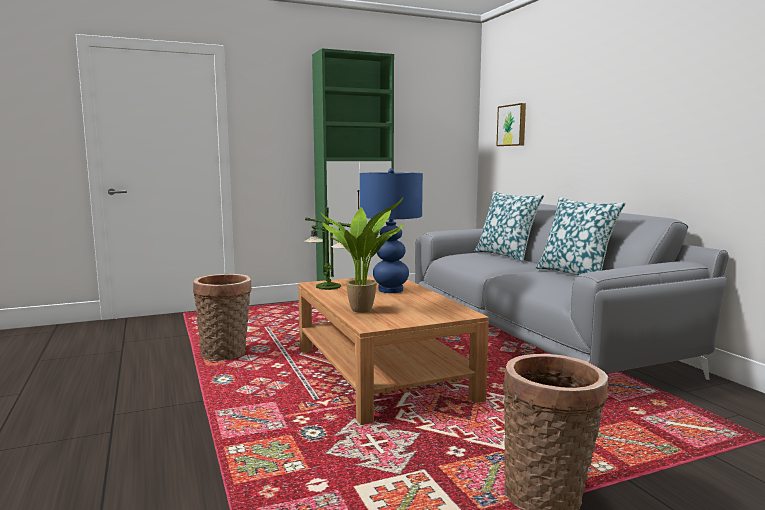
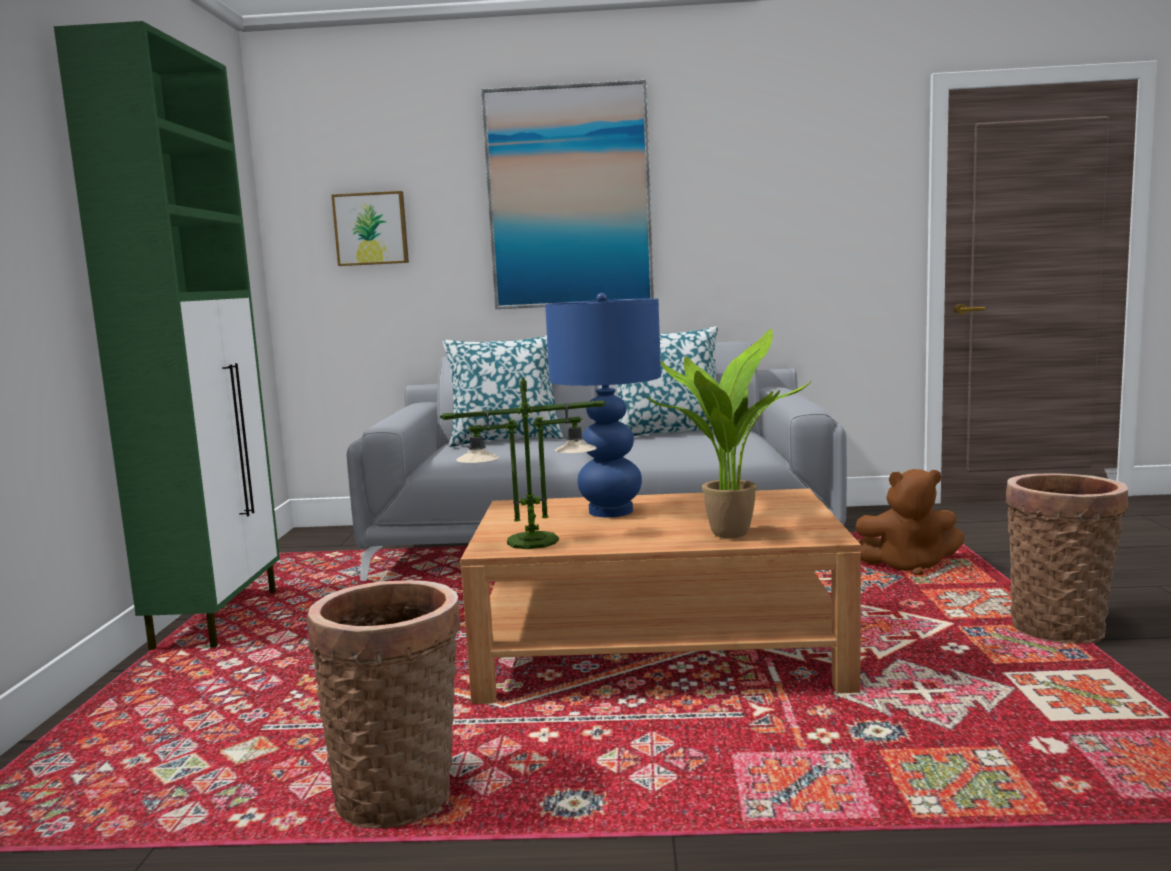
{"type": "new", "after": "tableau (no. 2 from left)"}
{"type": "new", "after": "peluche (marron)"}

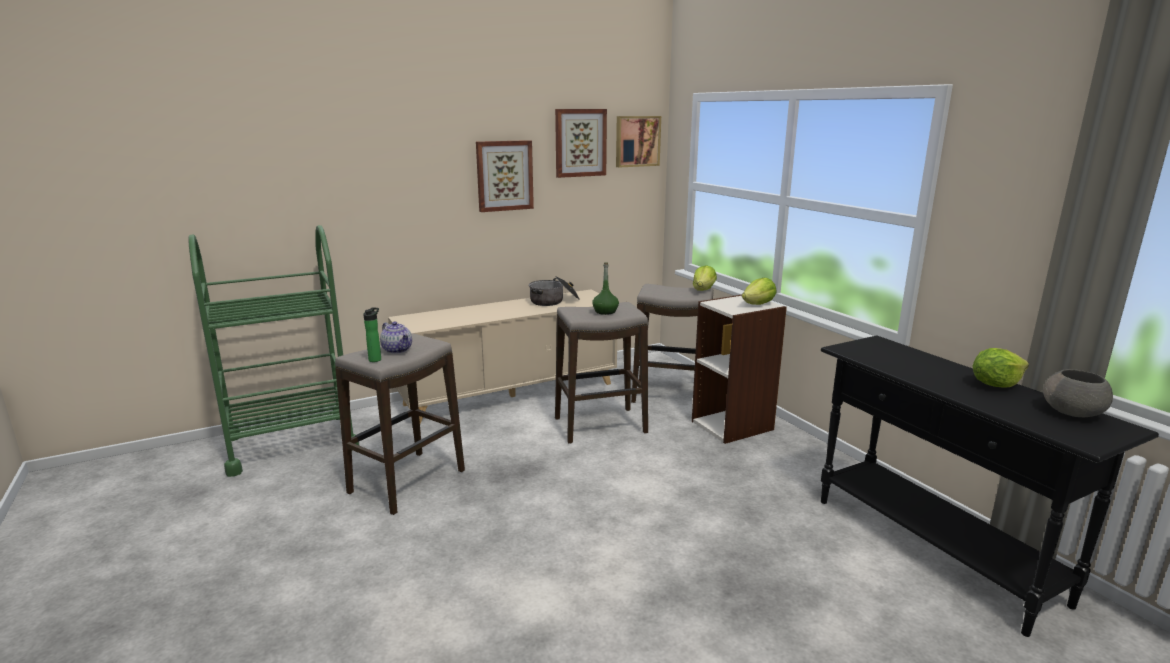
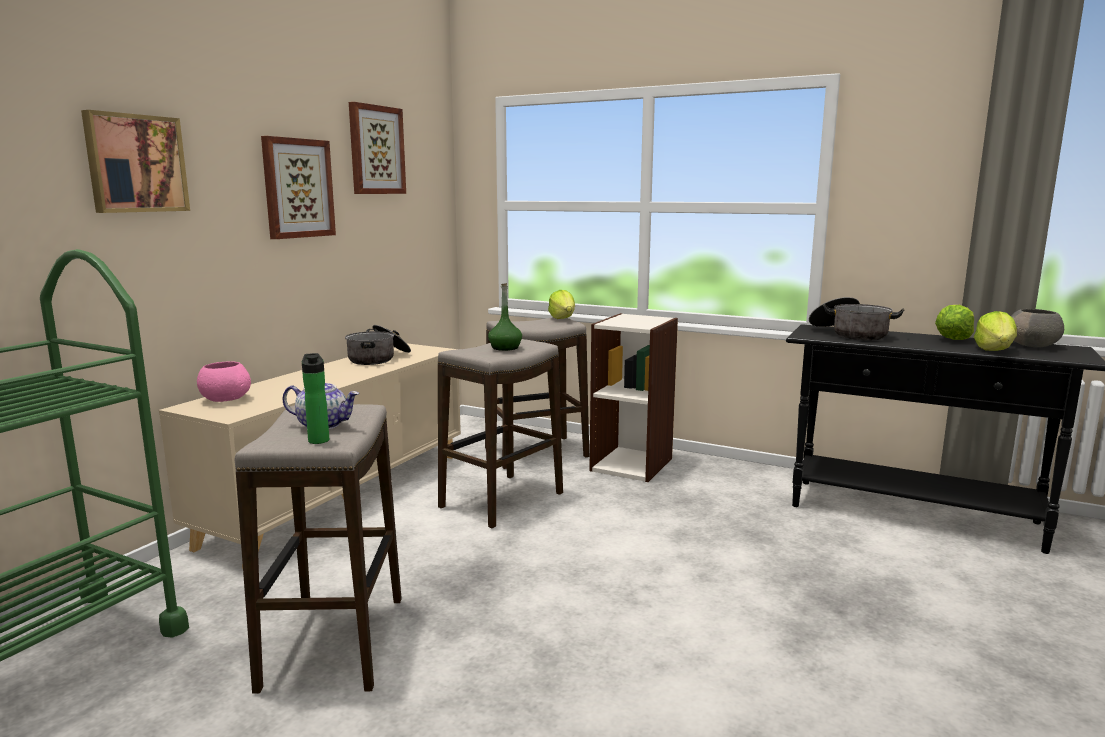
{"type": "new", "after": "bol (rose)"}
{"type": "new", "after": "marmite (no. 2 from left)"}
{"type": "shifted", "before": "tableau (no. 3 from left in the first image)", "after": "tableau (no. 1 from left)"}
{"type": "shifted", "before": "laitue (no. 2 from left in the first image)", "after": "laitue (no. 3 from left)"}

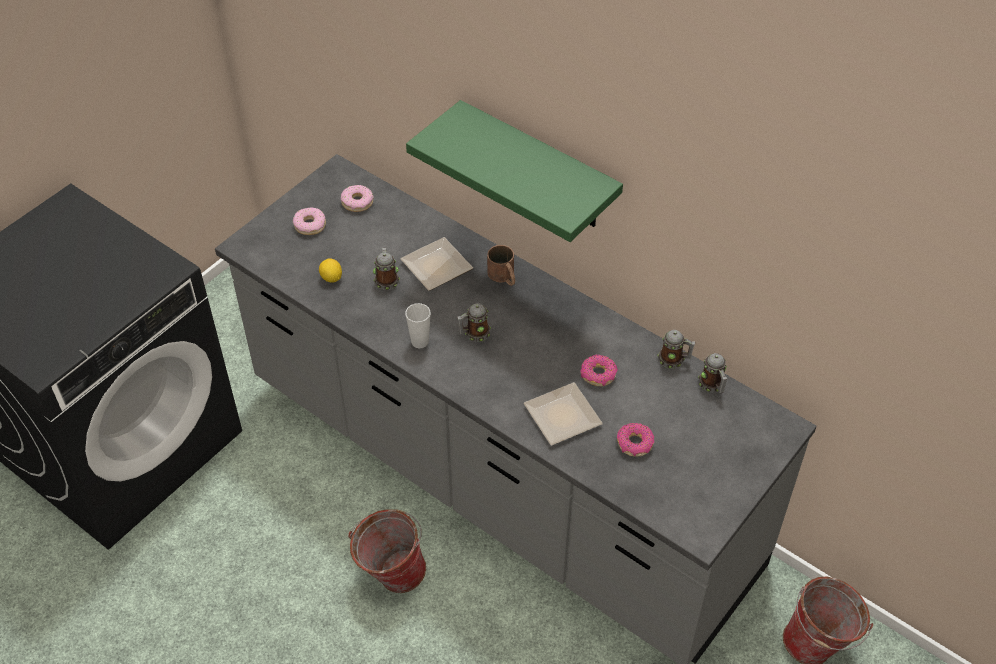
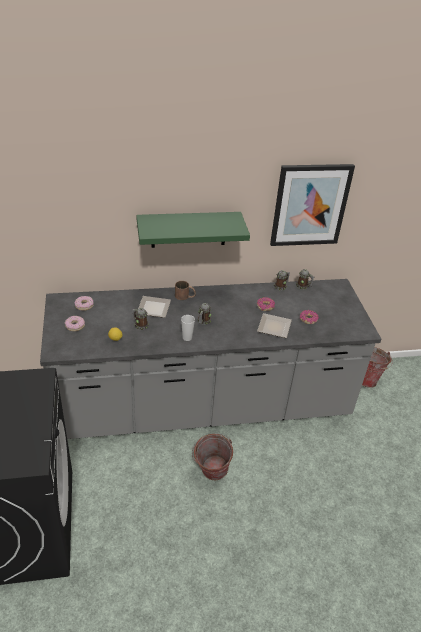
{"type": "new", "after": "tableau"}

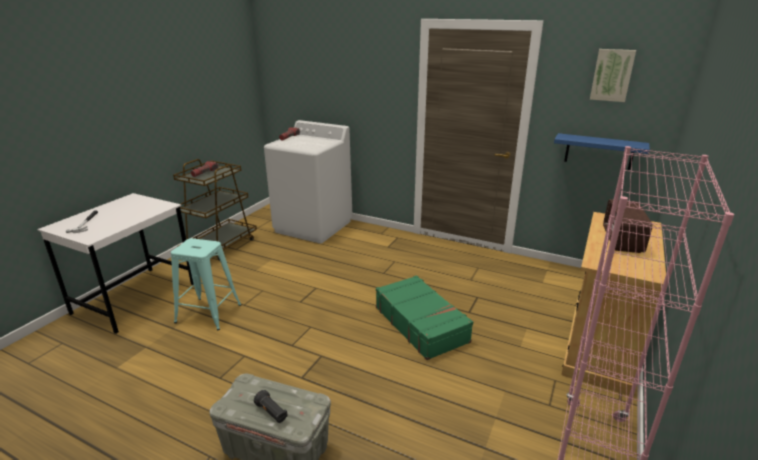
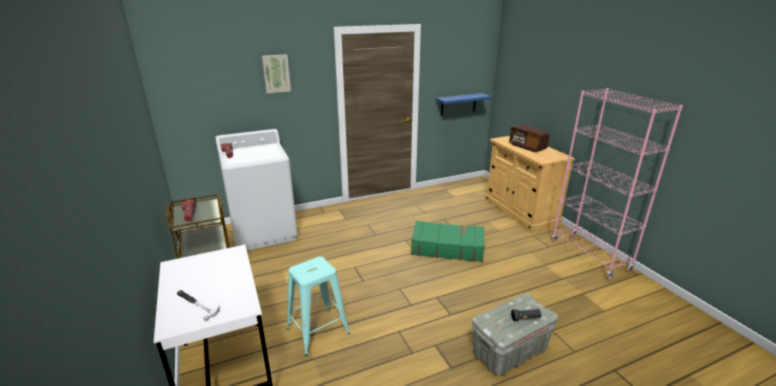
{"type": "shifted", "before": "tableau"}

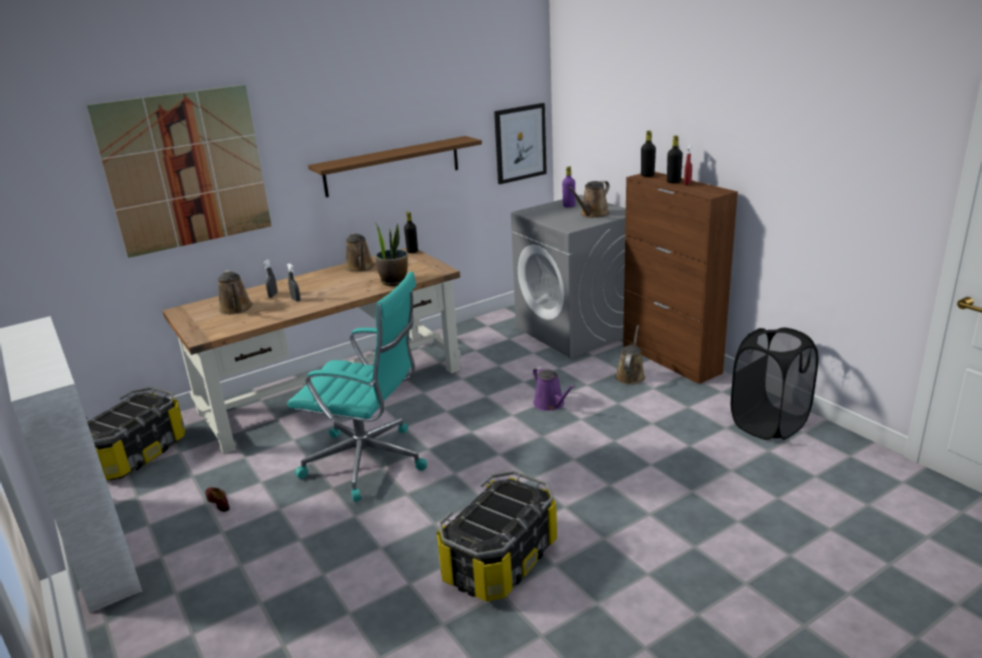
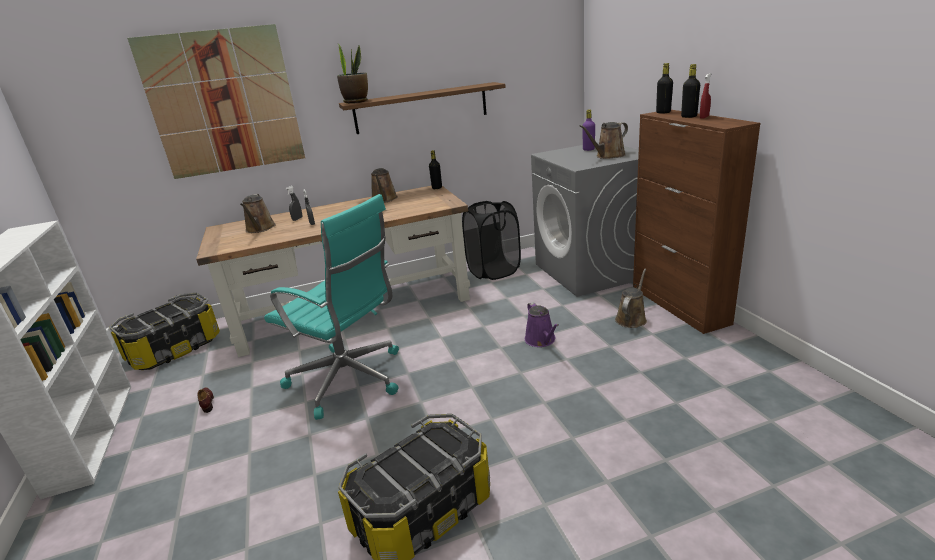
{"type": "gone", "before": "tableau (no. 2 from left)"}
{"type": "shifted", "before": "plante en pot"}
{"type": "shifted", "before": "panier à linge (noir)"}

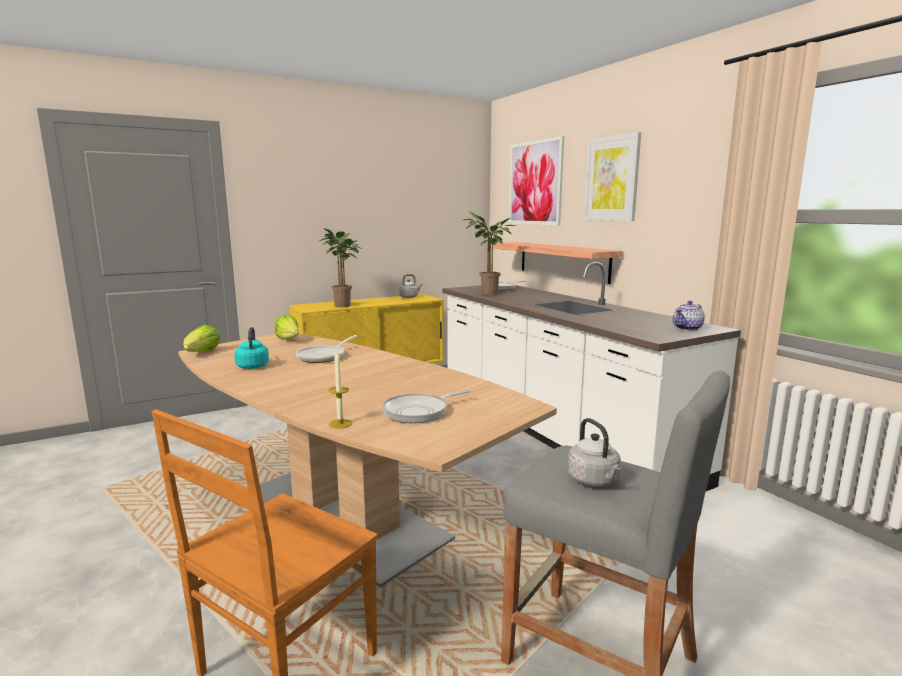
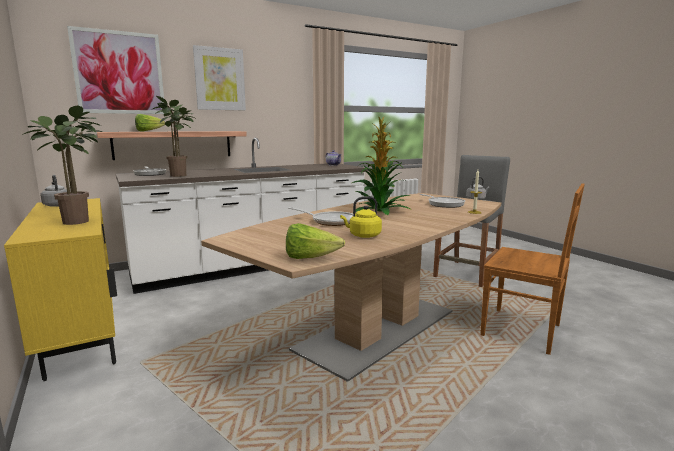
{"type": "new", "after": "plante en pot (no. 3 from left)"}
{"type": "shifted", "before": "laitue (no. 2 from left in the first image)", "after": "laitue (no. 1 from left)"}
{"type": "repainted", "before": "bouilloire (turquoise)", "after": "bouilloire (jaune)"}

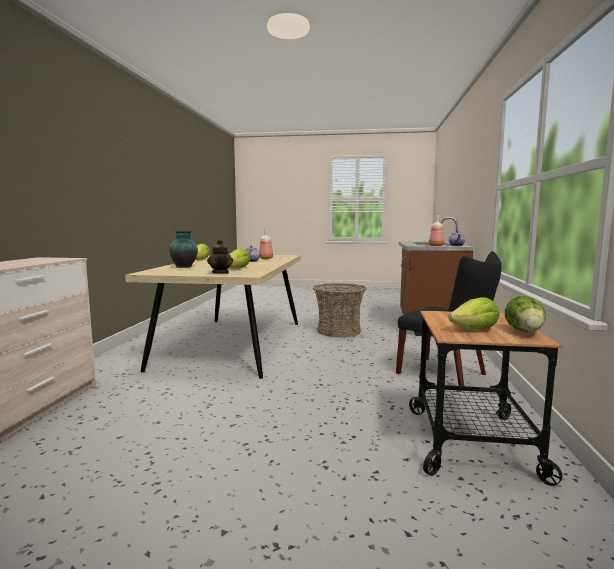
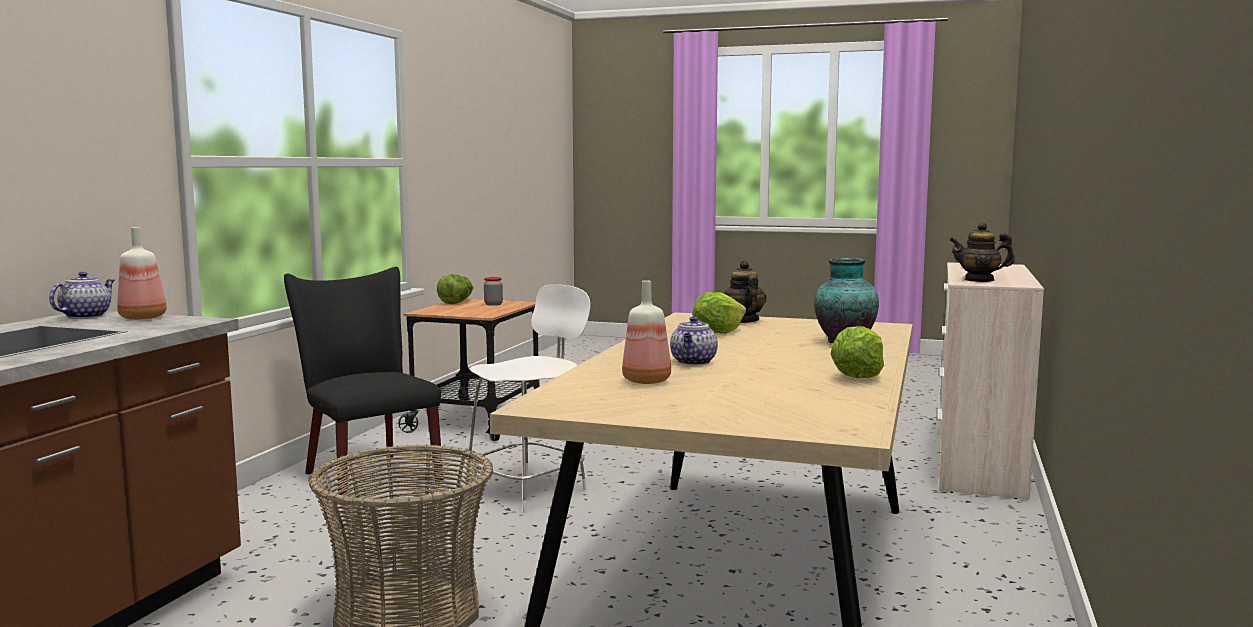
{"type": "new", "after": "chaise (blanc)"}
{"type": "new", "after": "théière (no. 4 from left)"}
{"type": "swapped", "before": "laitue (no. 3 from left)", "after": "bocal"}

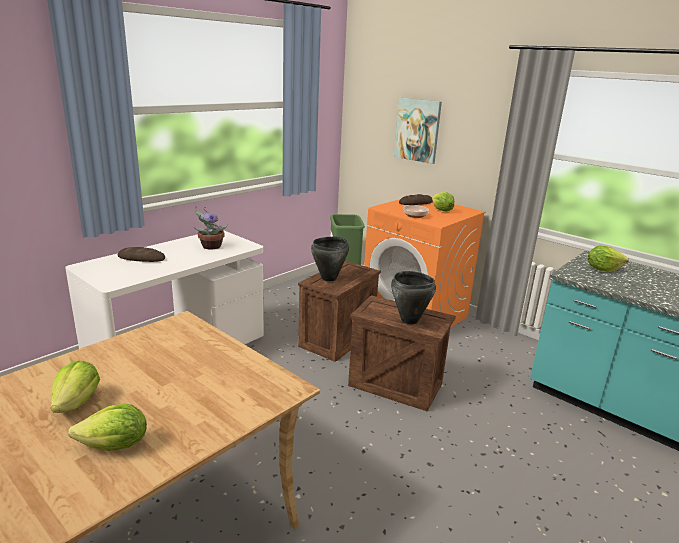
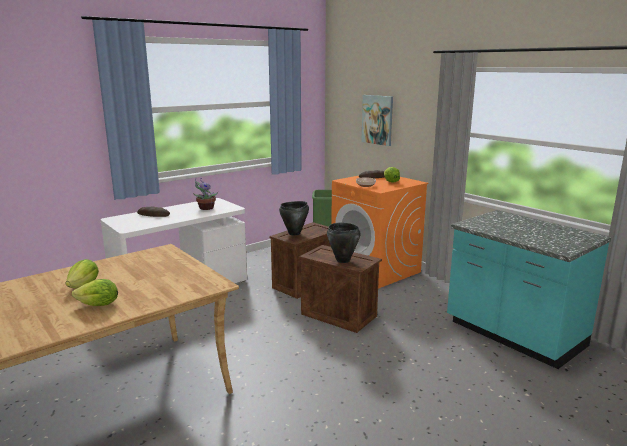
{"type": "gone", "before": "laitue (no. 4 from left)"}

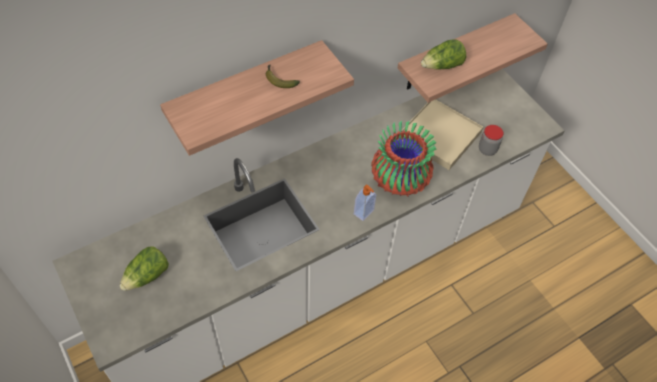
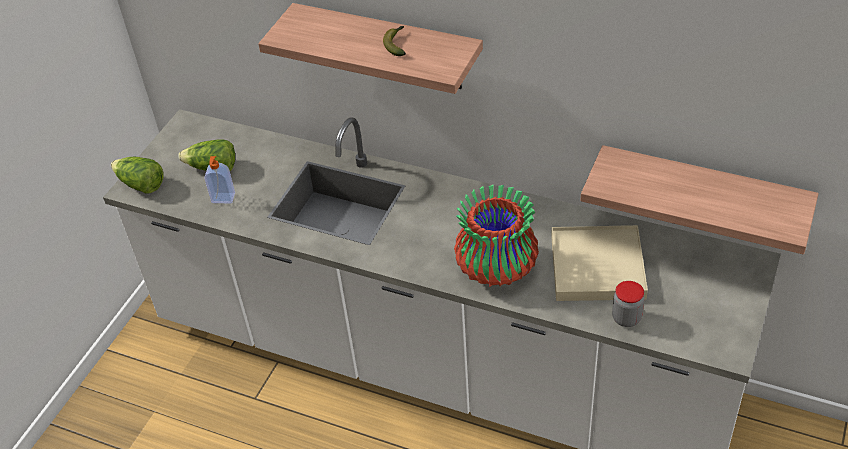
{"type": "shifted", "before": "distributeur de savon"}
{"type": "shifted", "before": "laitue (no. 2 from left in the first image)", "after": "laitue (no. 1 from left)"}

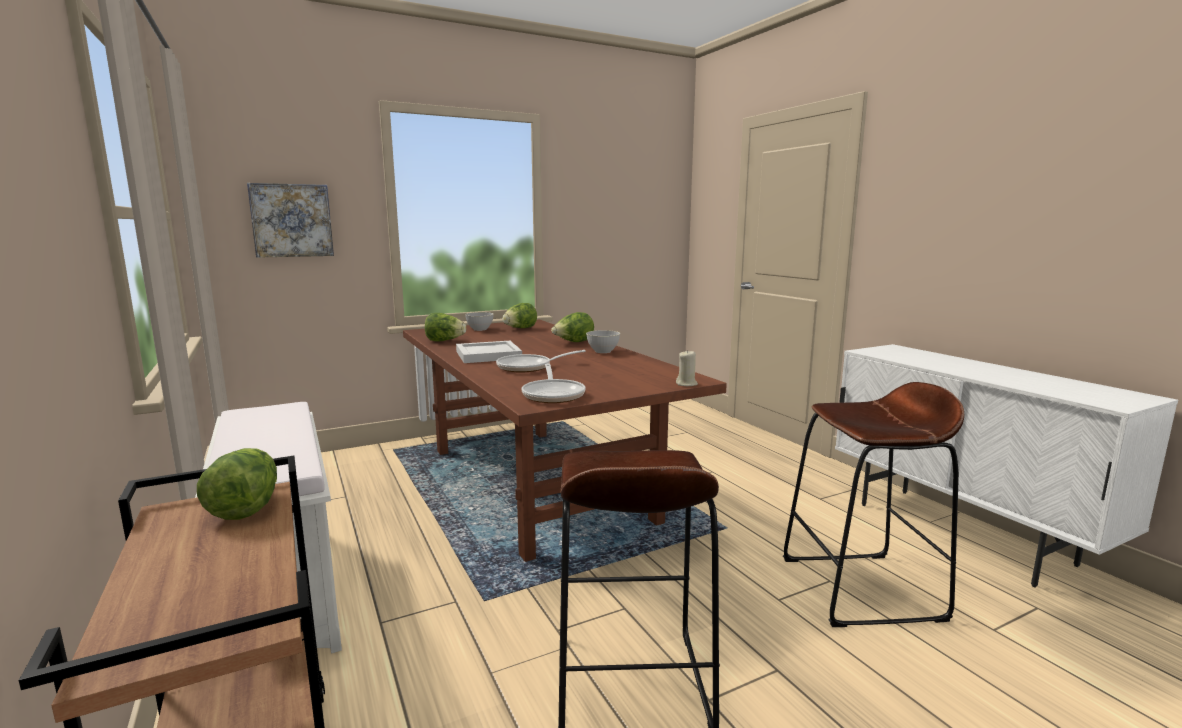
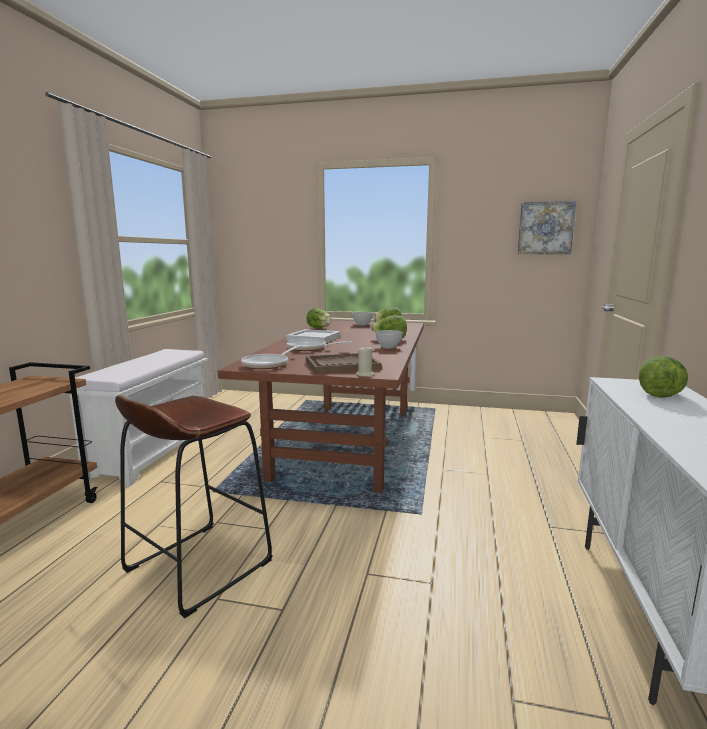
{"type": "gone", "before": "tabouret (marron) (no. 2 from left)"}
{"type": "new", "after": "plateau (marron)"}
{"type": "shifted", "before": "laitue (no. 1 from left in the first image)", "after": "laitue (no. 4 from left)"}
{"type": "shifted", "before": "tableau"}

